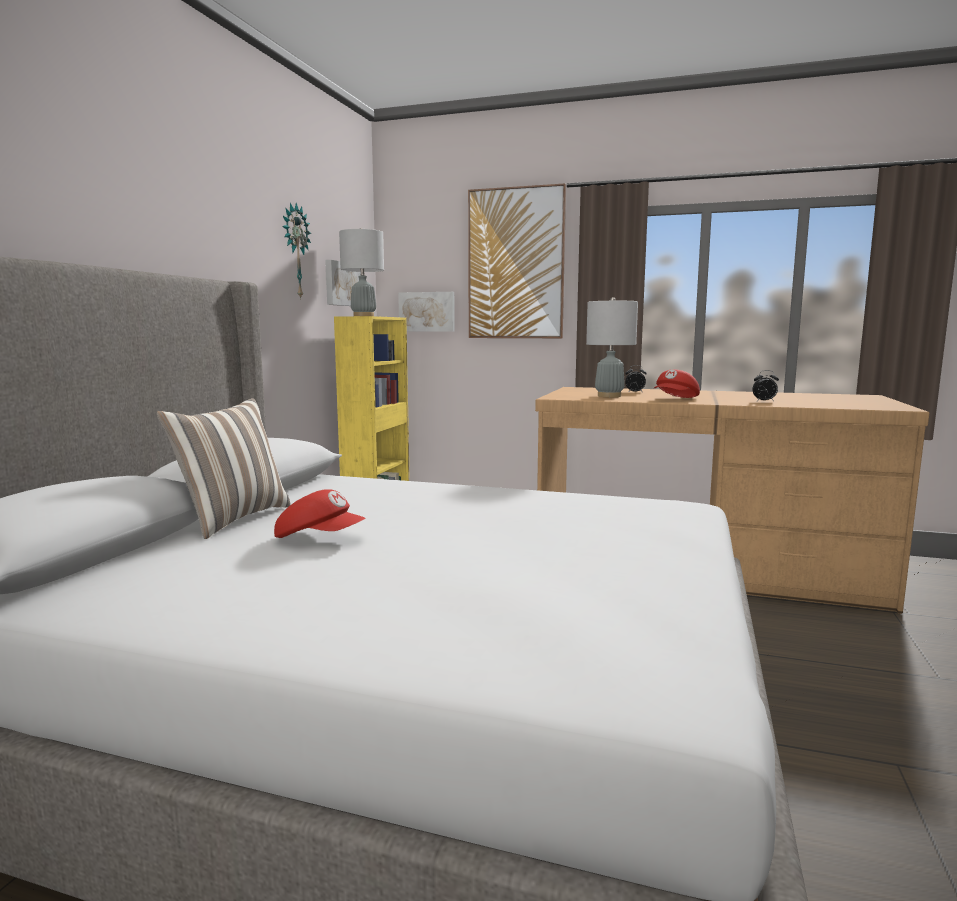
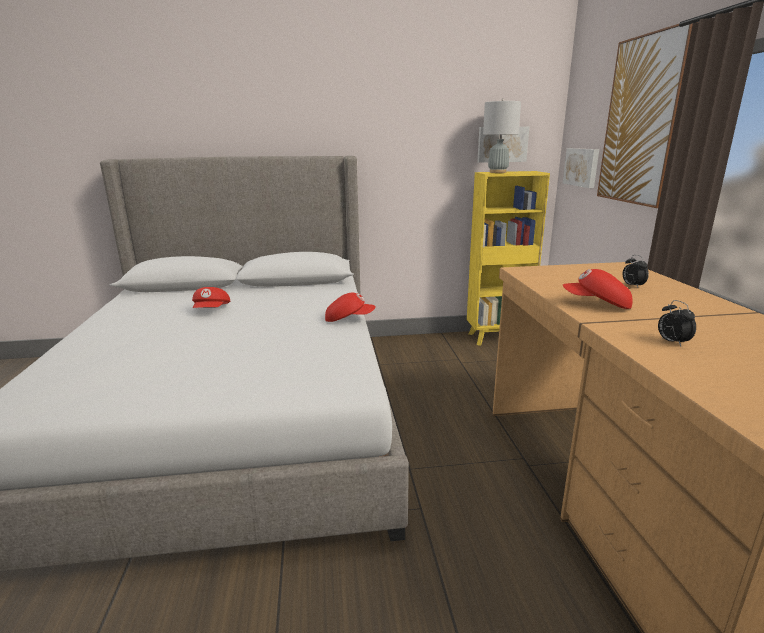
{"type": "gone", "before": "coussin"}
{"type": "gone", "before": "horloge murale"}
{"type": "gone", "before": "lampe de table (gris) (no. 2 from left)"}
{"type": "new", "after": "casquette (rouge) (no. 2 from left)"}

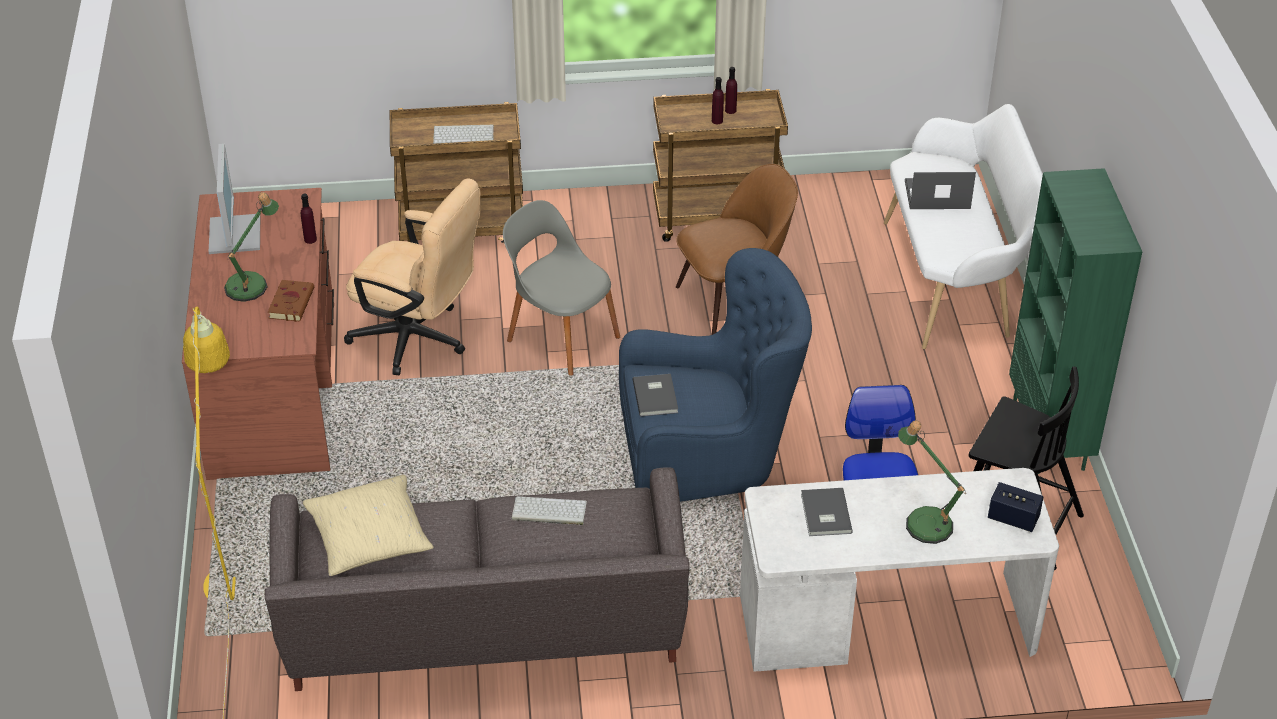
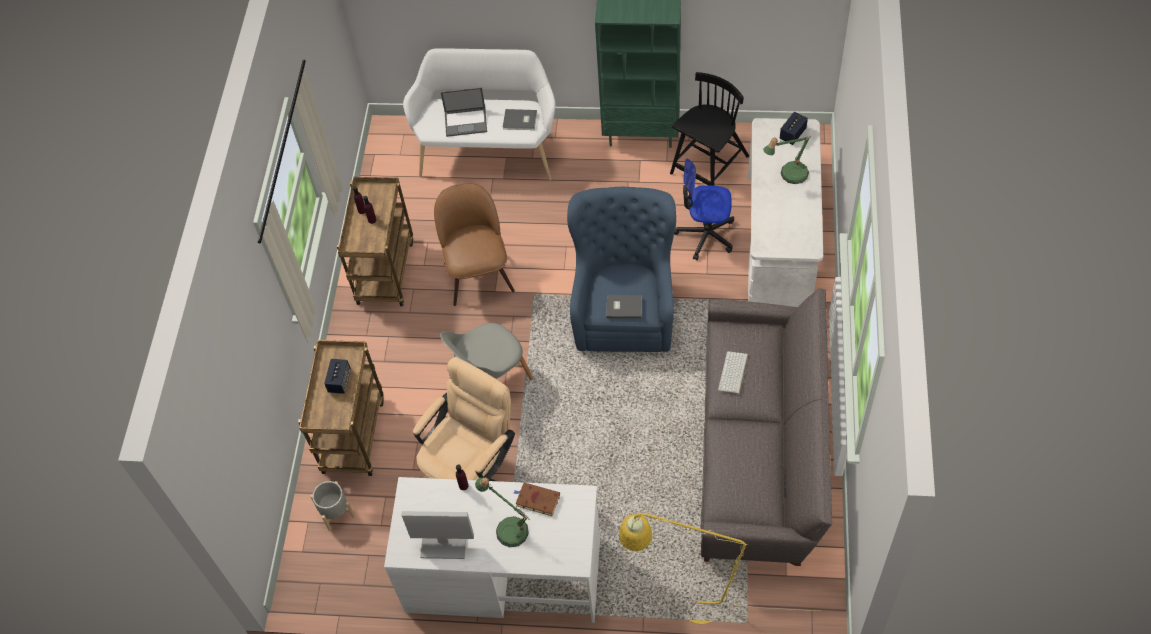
{"type": "gone", "before": "coussin (beige)"}
{"type": "new", "after": "cache-pot (gris)"}
{"type": "shifted", "before": "livre (gris) (no. 2 from left in the first image)", "after": "livre (gris) (no. 1 from left)"}
{"type": "swapped", "before": "clavier (no. 1 from left)", "after": "enceinte (no. 1 from left)"}
{"type": "repainted", "before": "bureau (marron)", "after": "bureau (blanc) (no. 1 from left)"}
{"type": "rotated", "before": "ordinateur portable", "turn": -105}

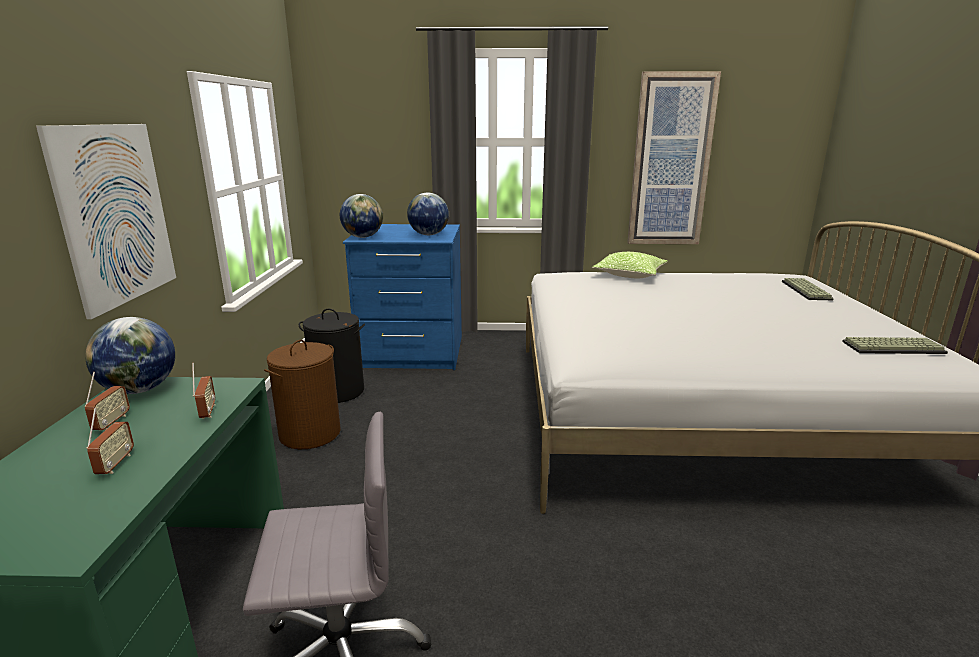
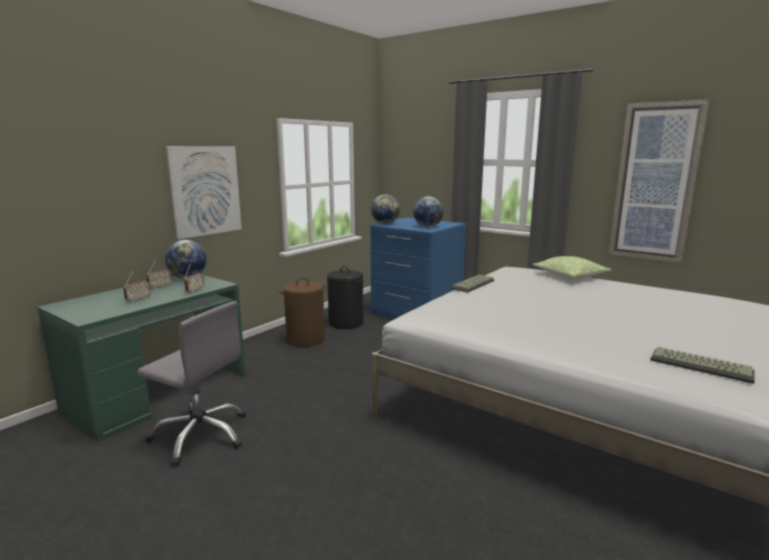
{"type": "shifted", "before": "clavier (no. 1 from left)"}

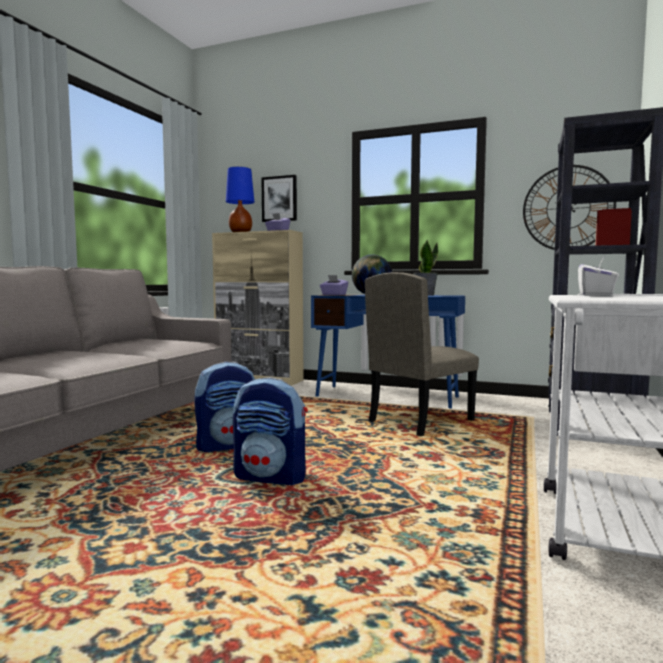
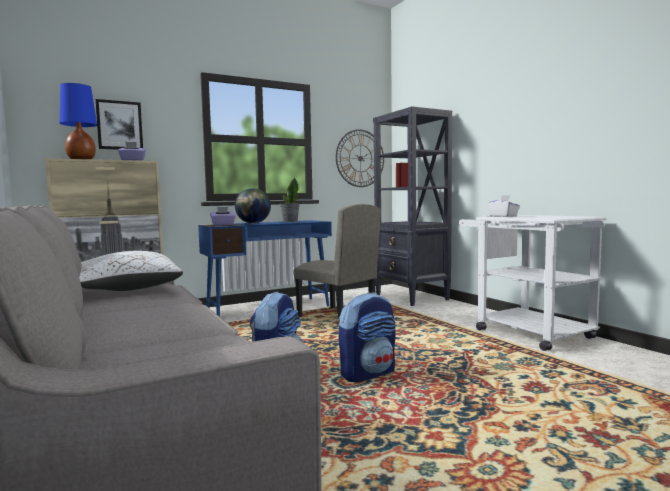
{"type": "new", "after": "coussin (blanc)"}
{"type": "rotated", "before": "chaise (beige)", "turn": -45}

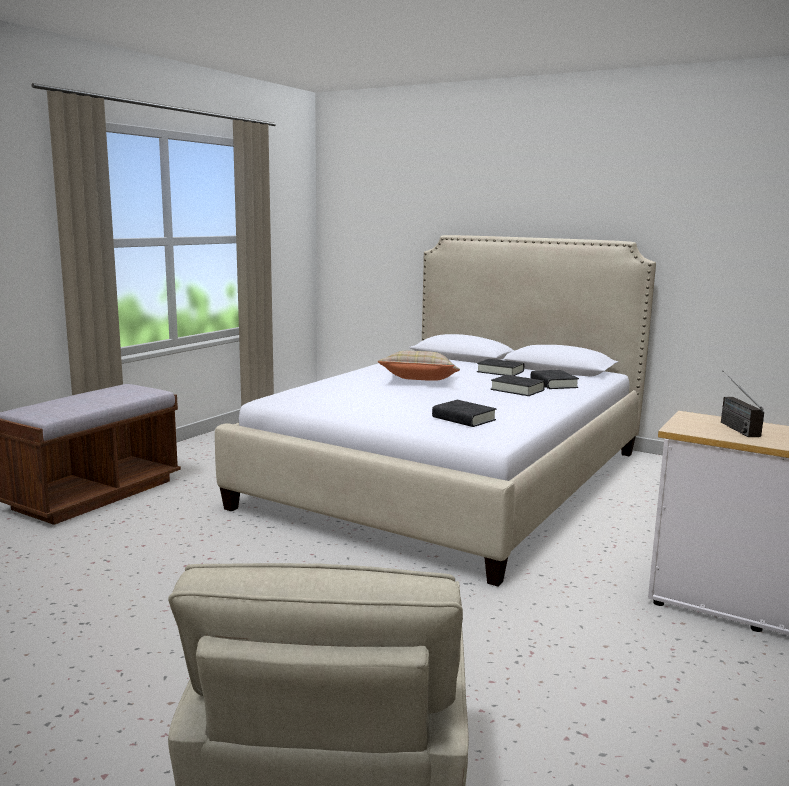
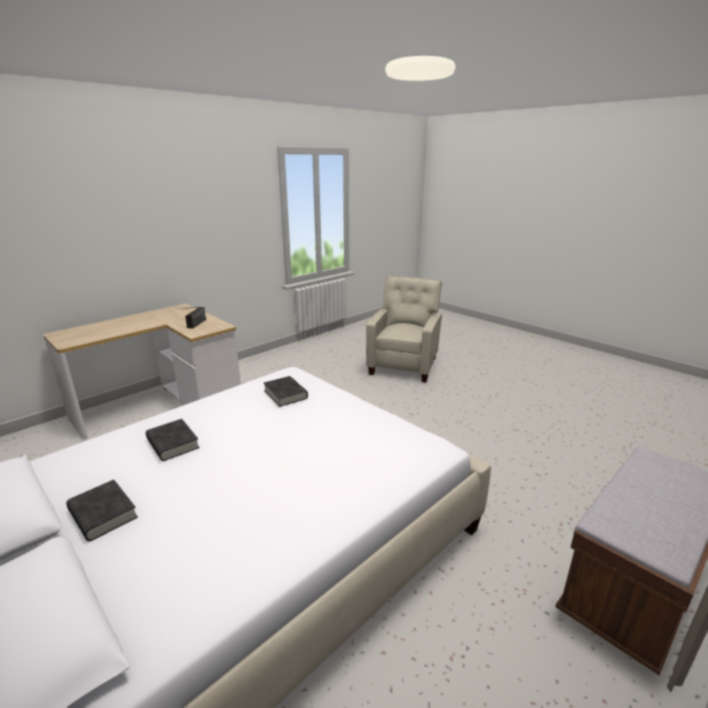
{"type": "gone", "before": "coussin (beige)"}
{"type": "gone", "before": "livre (noir) (no. 4 from left)"}

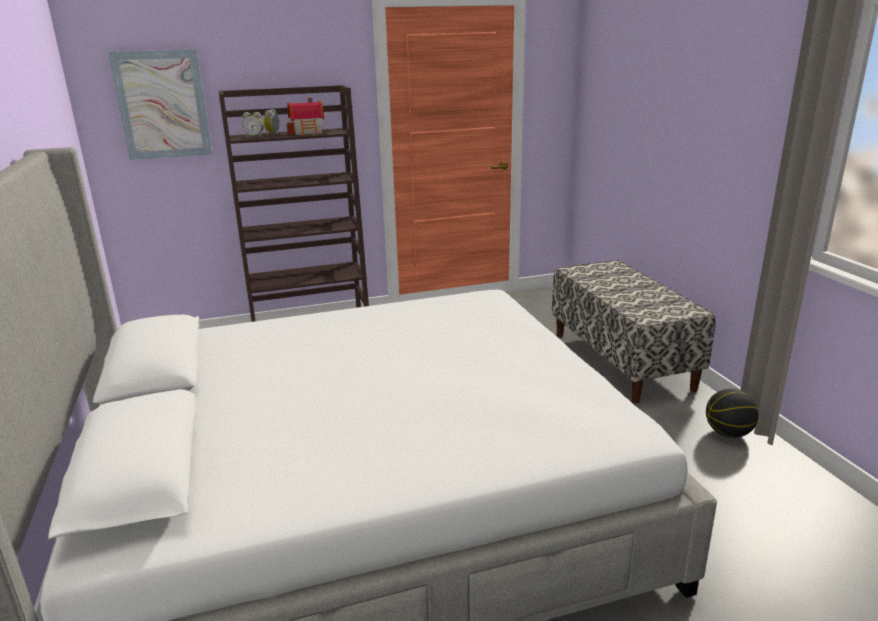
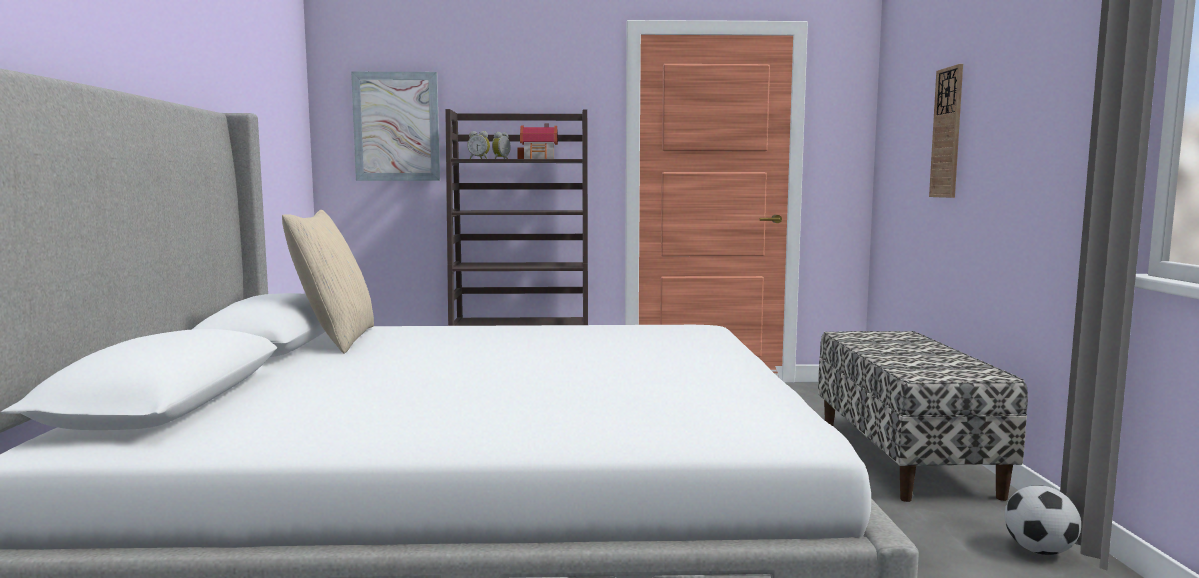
{"type": "new", "after": "coussin (beige)"}
{"type": "new", "after": "horloge murale"}
{"type": "swapped", "before": "ballon de basket", "after": "ballon de foot"}

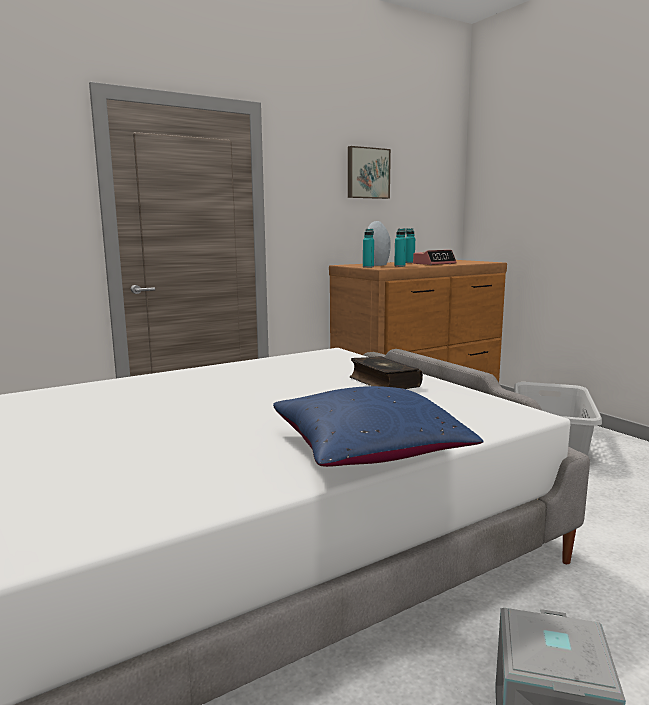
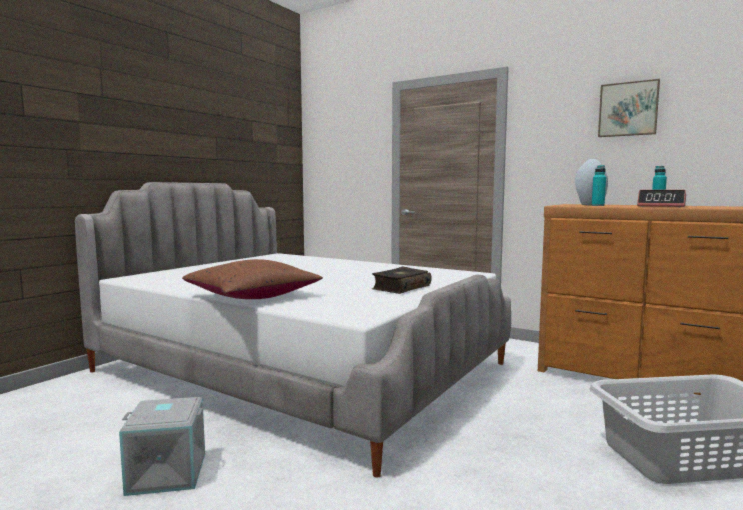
{"type": "gone", "before": "bouteille (turquoise) (no. 1 from left)"}
{"type": "repainted", "before": "coussin (bleu)", "after": "coussin (marron)"}

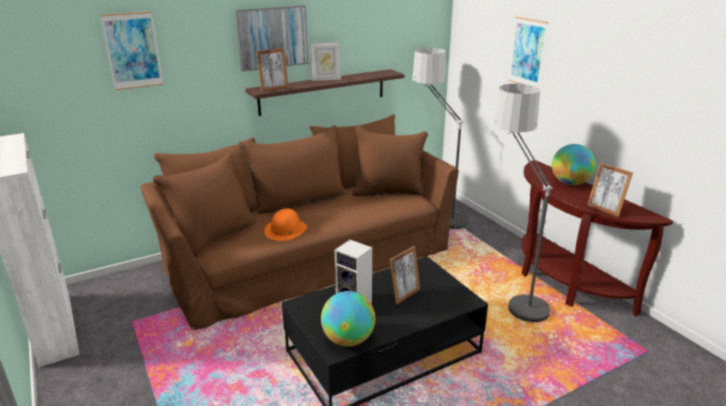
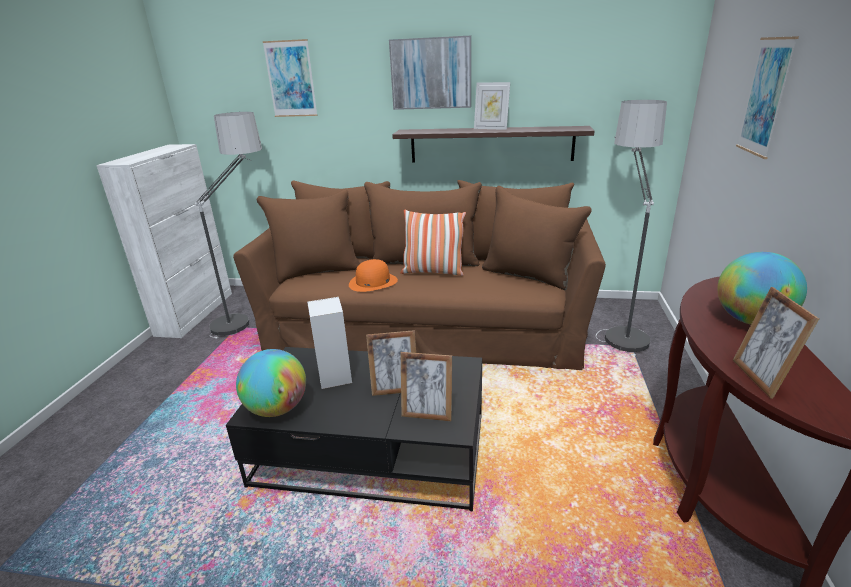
{"type": "new", "after": "coussin"}
{"type": "shifted", "before": "cadre photo (no. 1 from left in the first image)", "after": "cadre photo (no. 2 from left)"}
{"type": "shifted", "before": "lampadaire (no. 2 from left in the first image)", "after": "lampadaire (no. 1 from left)"}

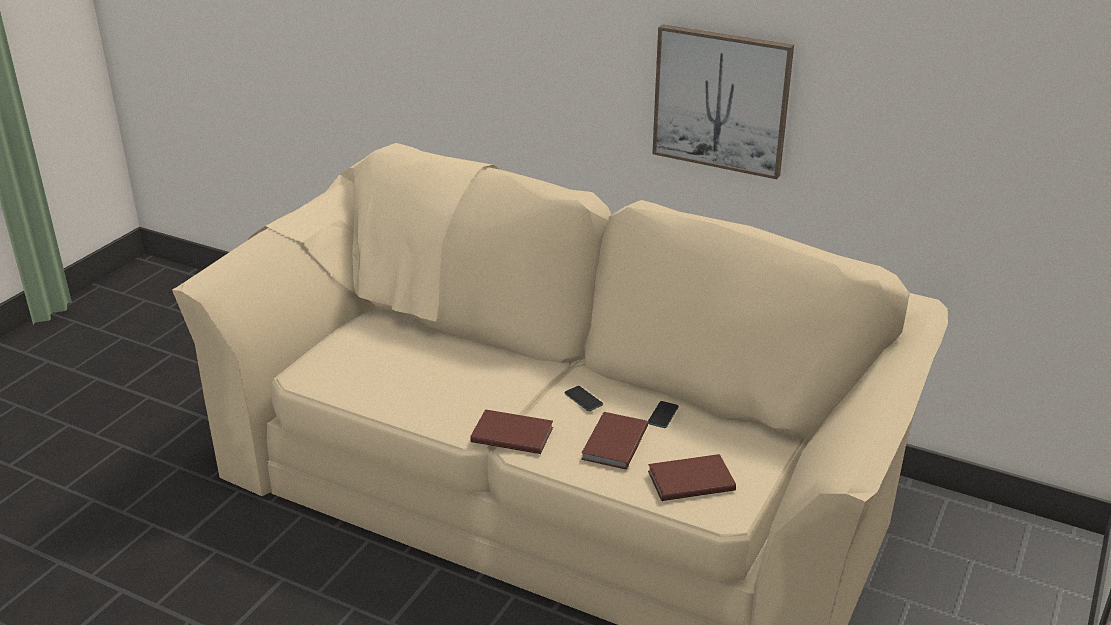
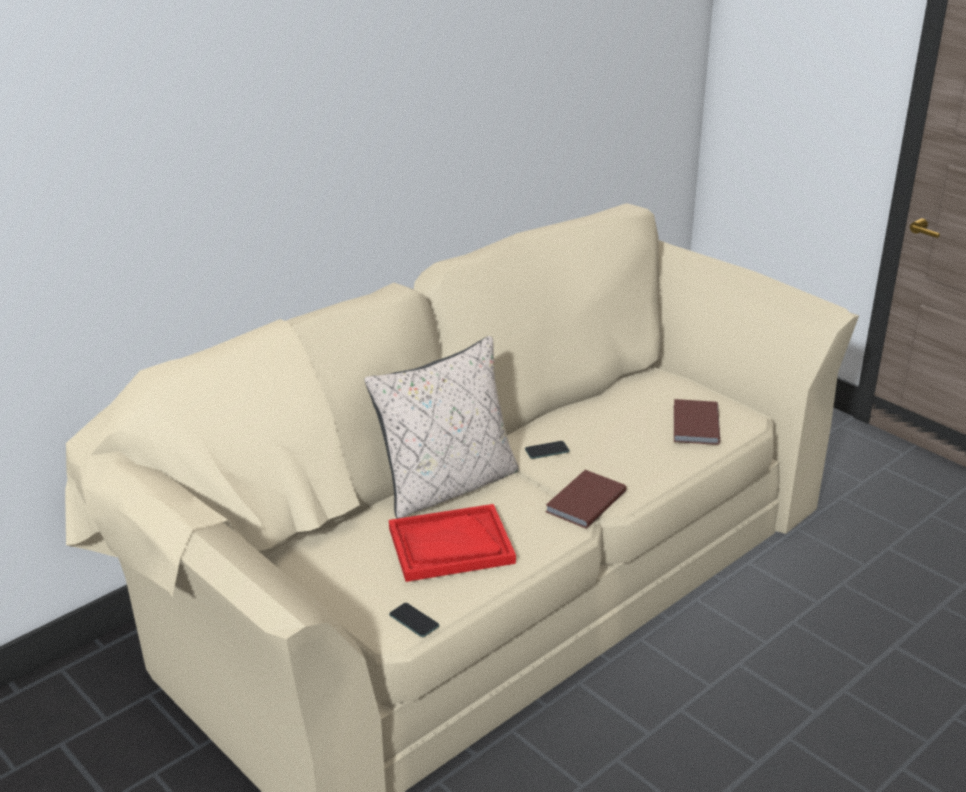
{"type": "gone", "before": "livre (marron) (no. 2 from left)"}
{"type": "gone", "before": "tableau"}
{"type": "new", "after": "coussin (beige)"}
{"type": "new", "after": "plateau (rouge)"}
{"type": "shifted", "before": "téléphone (no. 2 from left in the first image)", "after": "téléphone (no. 1 from left)"}

